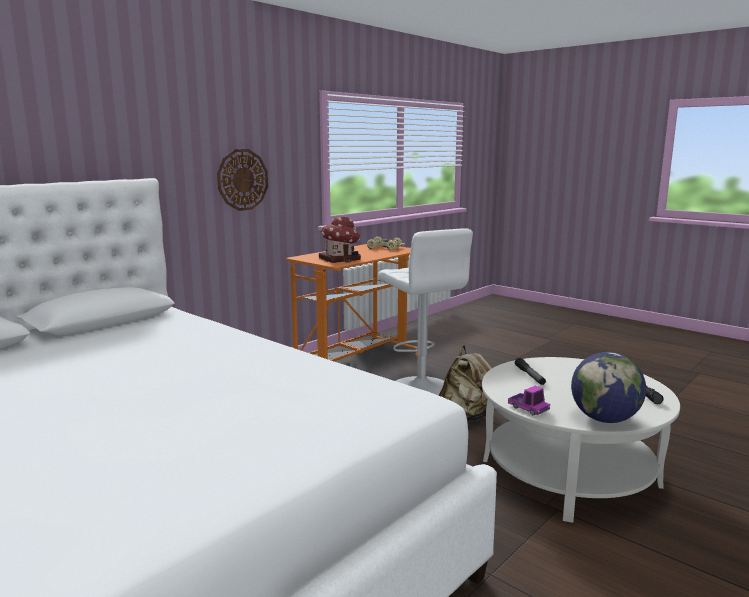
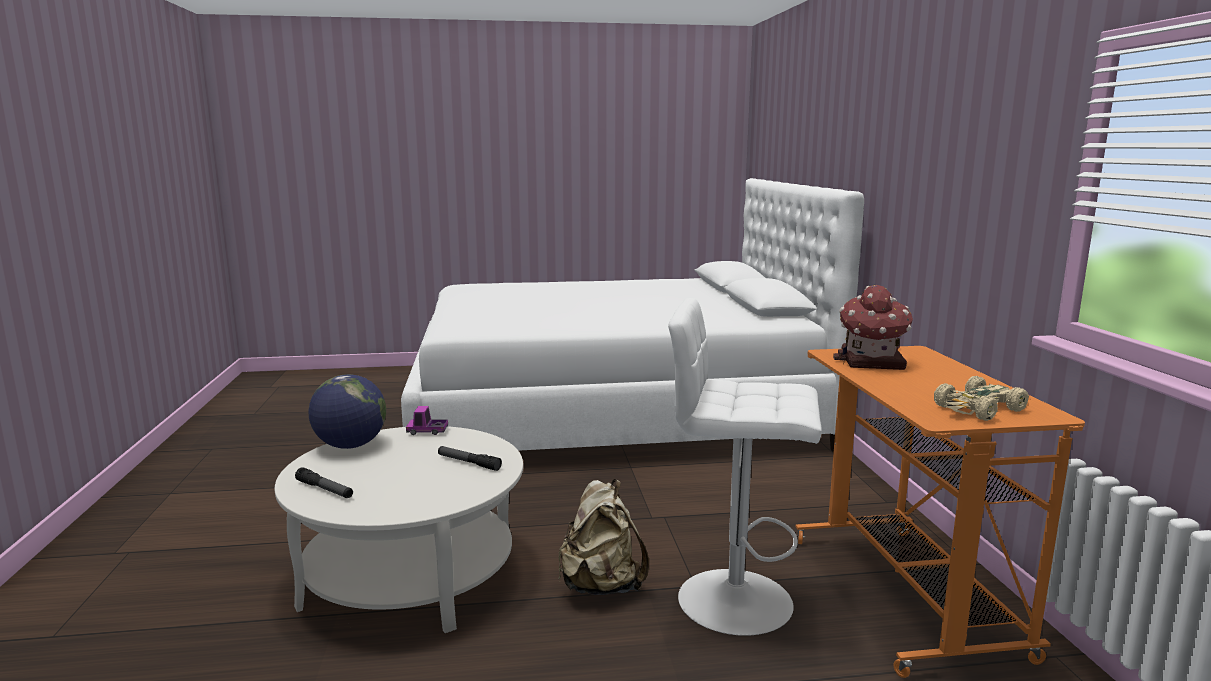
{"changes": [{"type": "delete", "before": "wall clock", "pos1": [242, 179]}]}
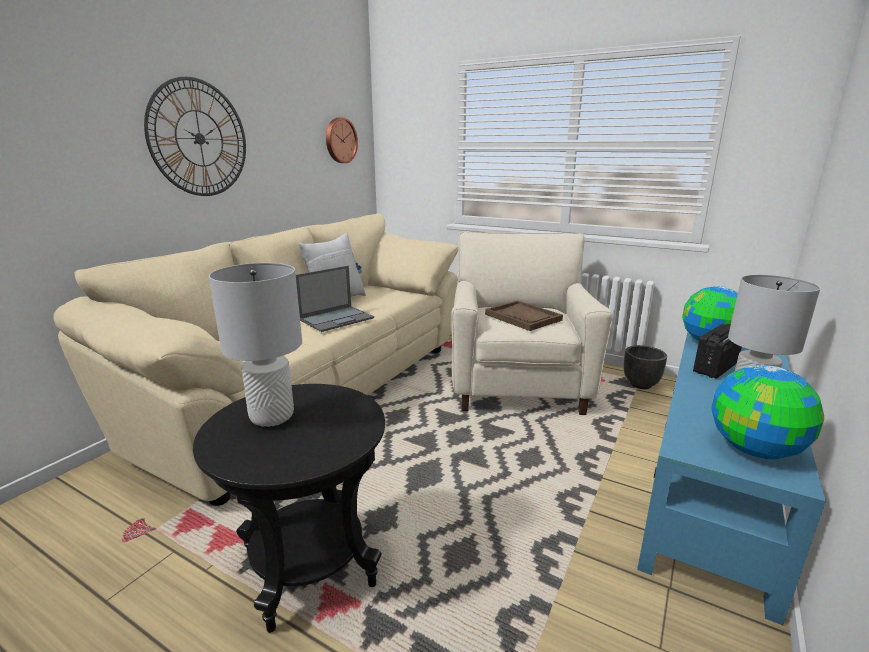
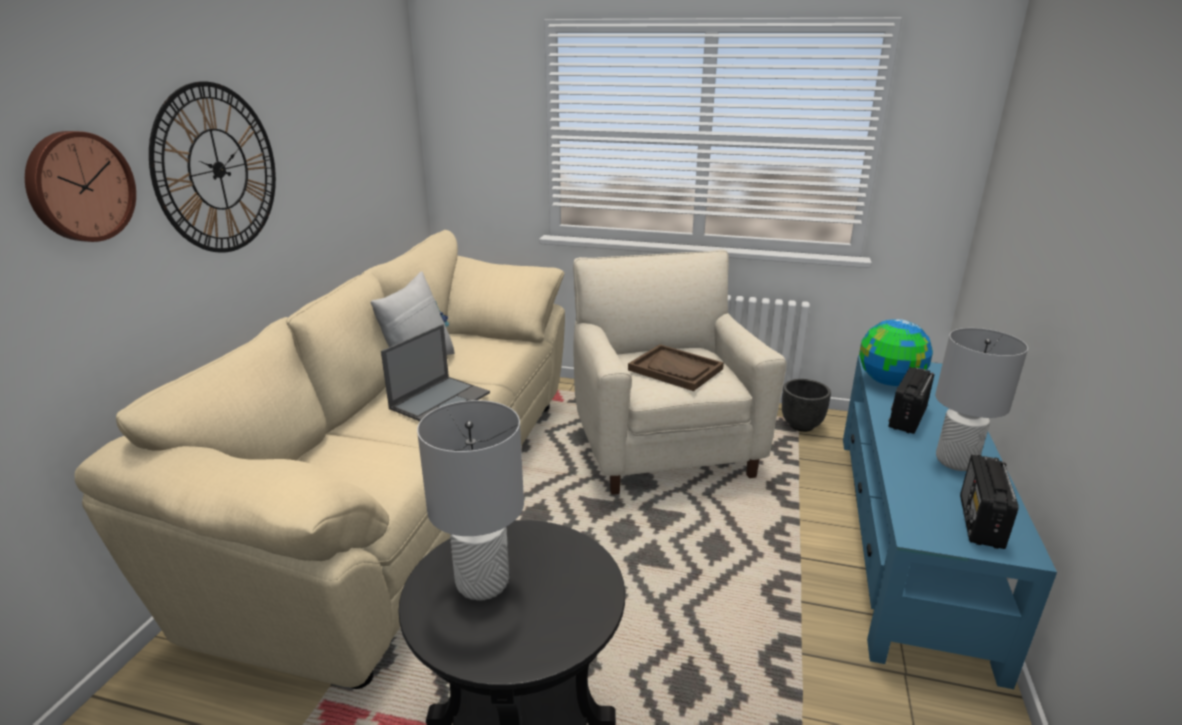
{"changes": [{"type": "move", "before": "wall clock", "pos1": [340, 140], "pos2": [79, 187]}, {"type": "replace", "before": "globe", "after": "radio", "pos1": [755, 450], "pos2": [980, 522]}]}
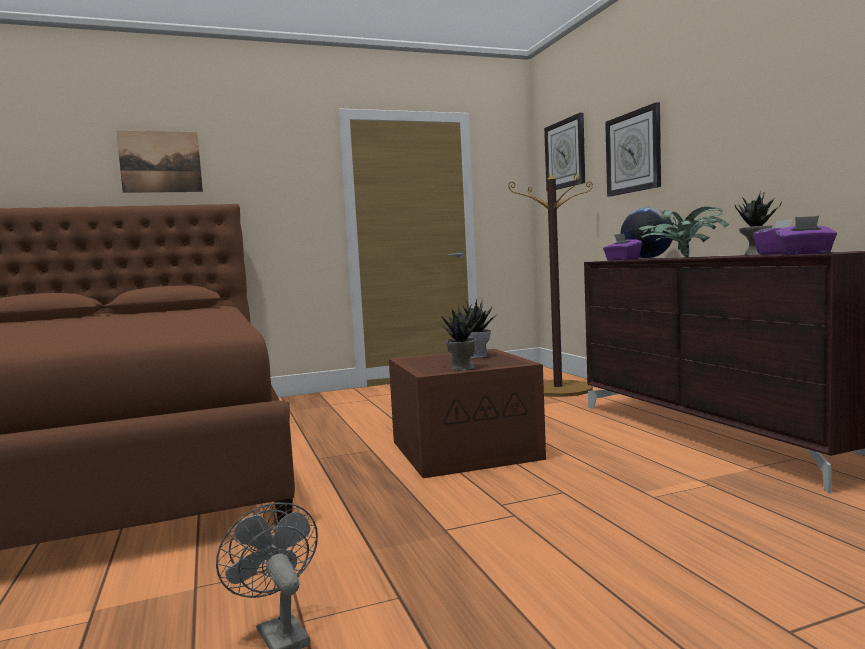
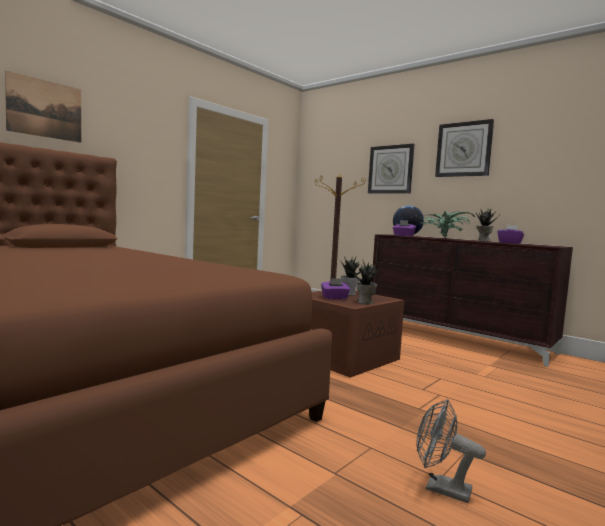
{"changes": [{"type": "move", "before": "wall clock", "pos1": [565, 154], "pos2": [463, 149]}, {"type": "move", "before": "purple-coloured tissue box", "pos1": [805, 254], "pos2": [335, 298]}]}
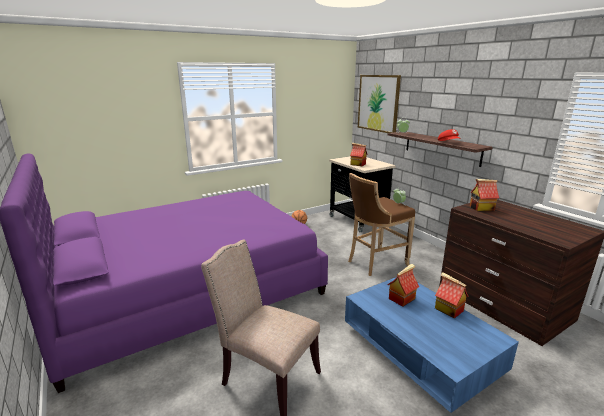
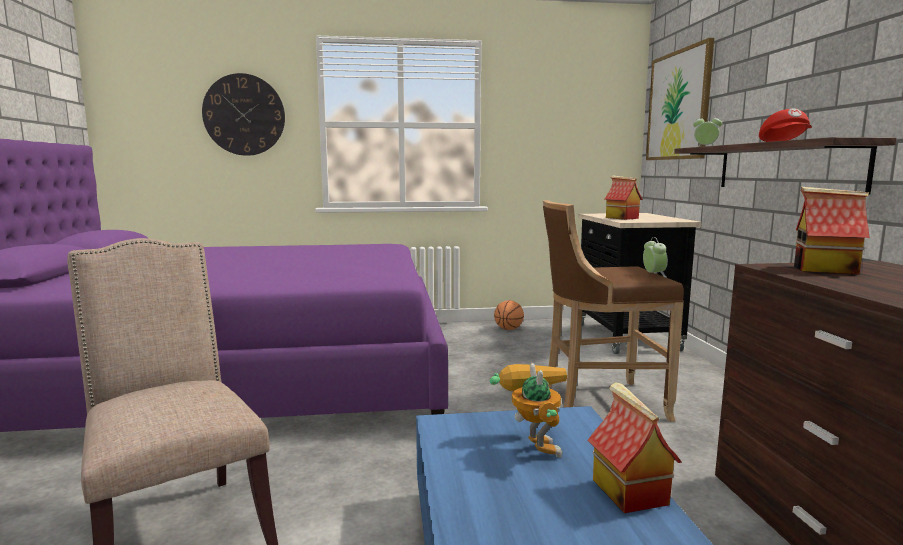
{"changes": [{"type": "insert", "after": "wall clock", "pos2": [244, 115]}, {"type": "replace", "before": "toy house", "after": "robot figure", "pos1": [401, 298], "pos2": [531, 444]}]}
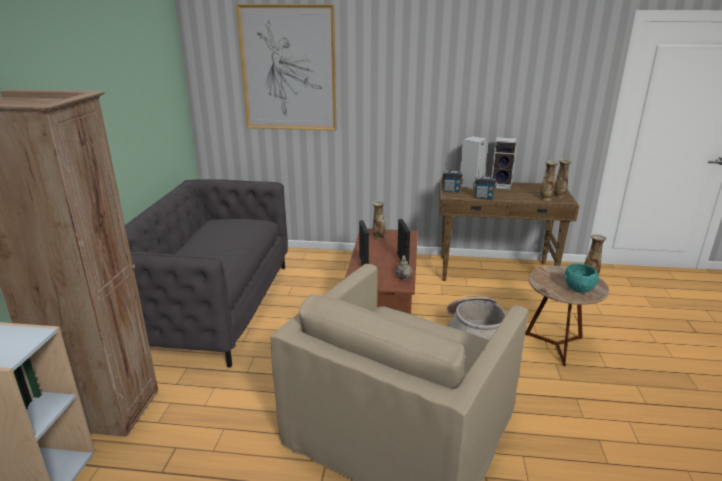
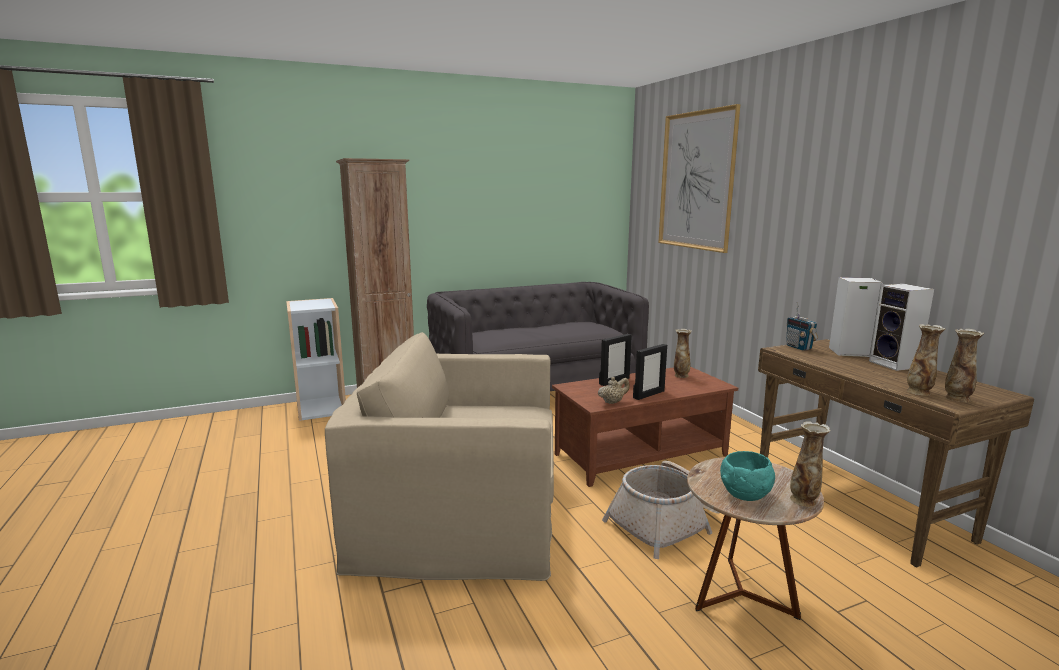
{"changes": [{"type": "delete", "before": "radio", "pos1": [483, 197]}]}
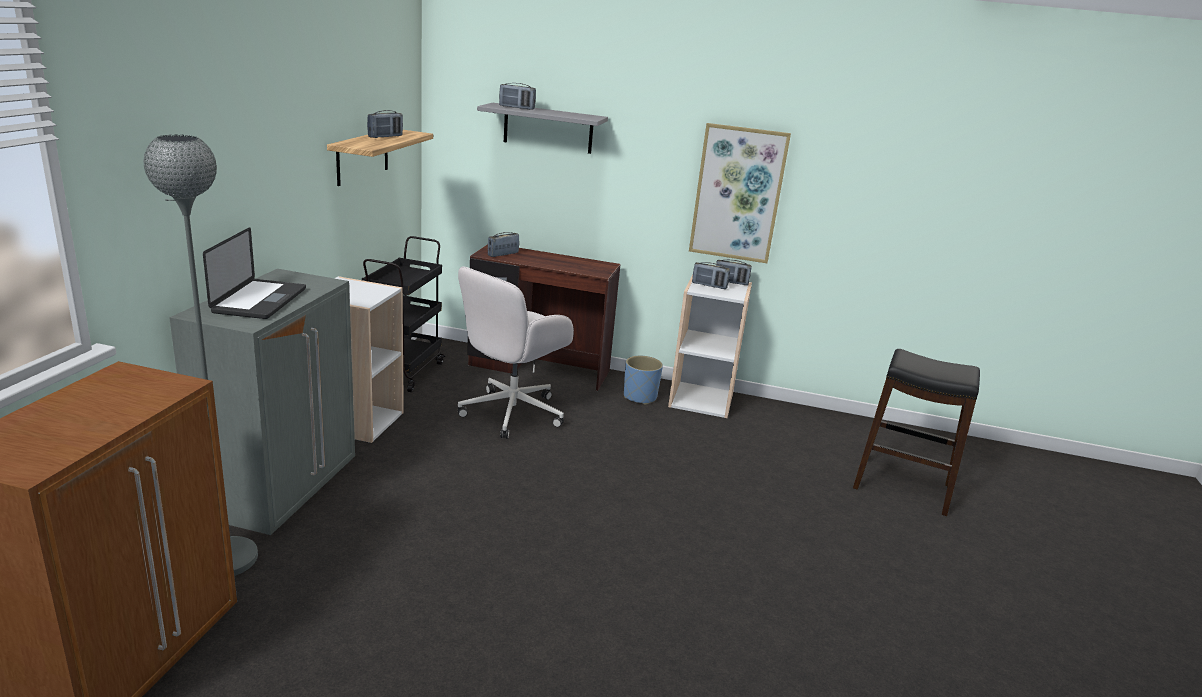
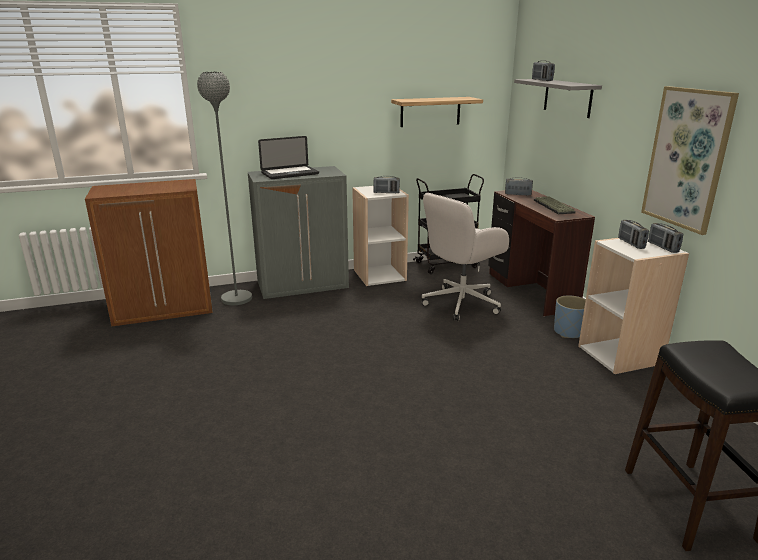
{"changes": [{"type": "insert", "after": "keyboard", "pos2": [554, 206]}, {"type": "move", "before": "radio", "pos1": [385, 137], "pos2": [386, 192]}, {"type": "rotate", "before": "whitish computer chair", "pos1": [512, 413], "pos2": [461, 304], "turn": -45}]}
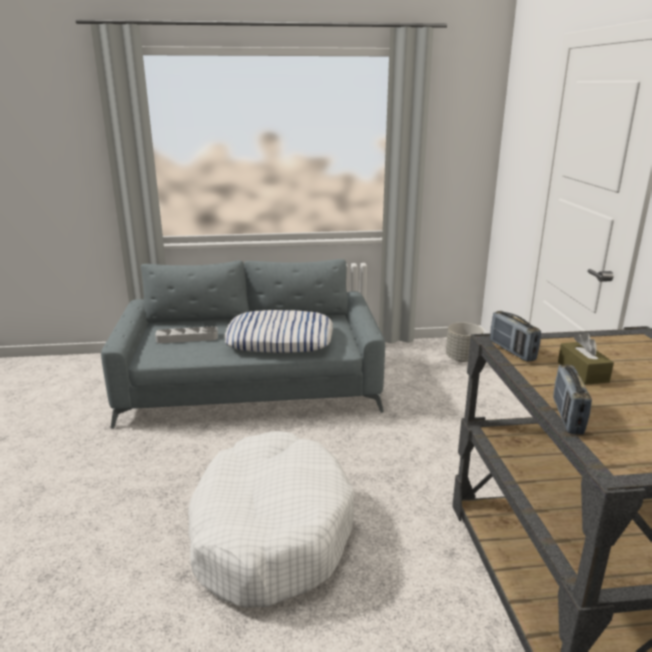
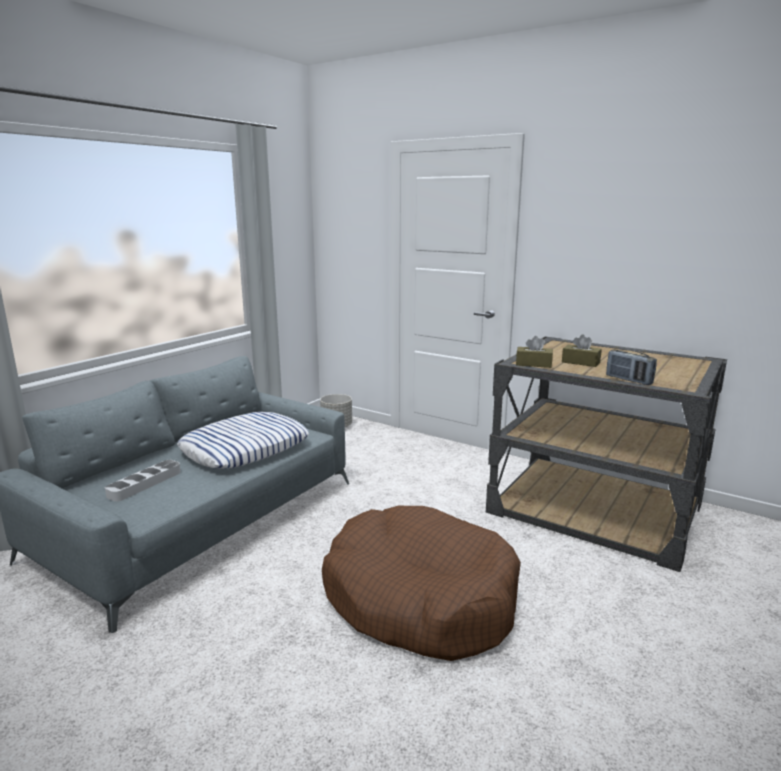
{"changes": [{"type": "replace", "before": "radio", "after": "brown tissue box", "pos1": [512, 351], "pos2": [533, 364]}, {"type": "recolor", "before": "whitish dog cushion", "after": "brown dog cushion", "pos1": [269, 531], "pos2": [420, 598]}]}
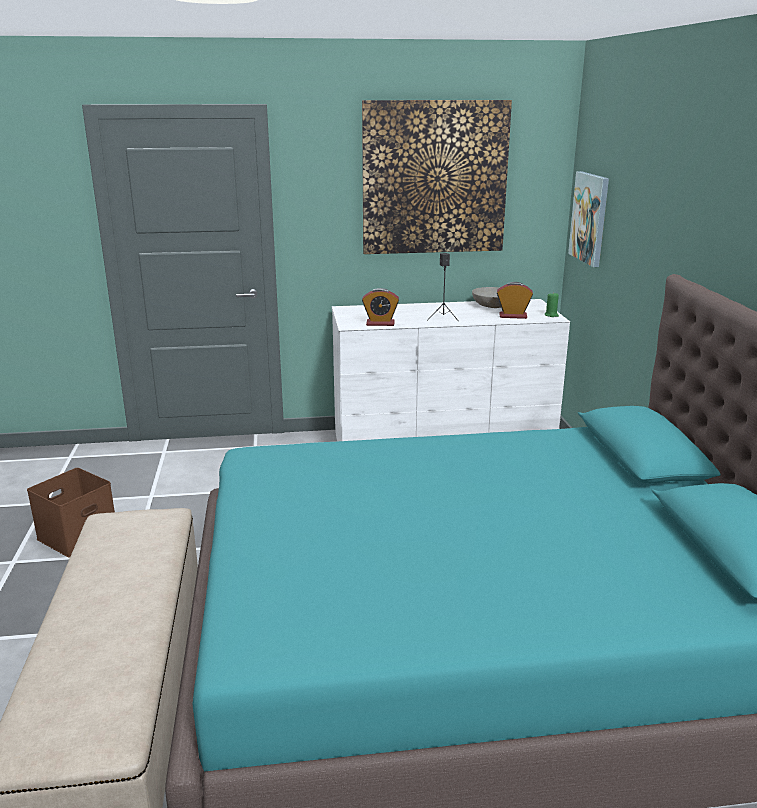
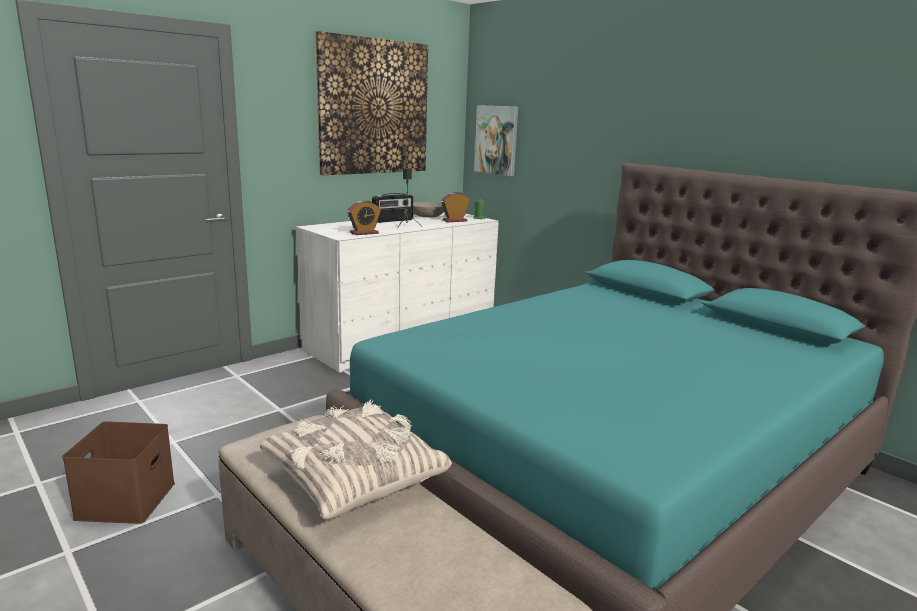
{"changes": [{"type": "insert", "after": "beige-coloured cushion", "pos2": [355, 481]}, {"type": "insert", "after": "radio", "pos2": [393, 220]}]}
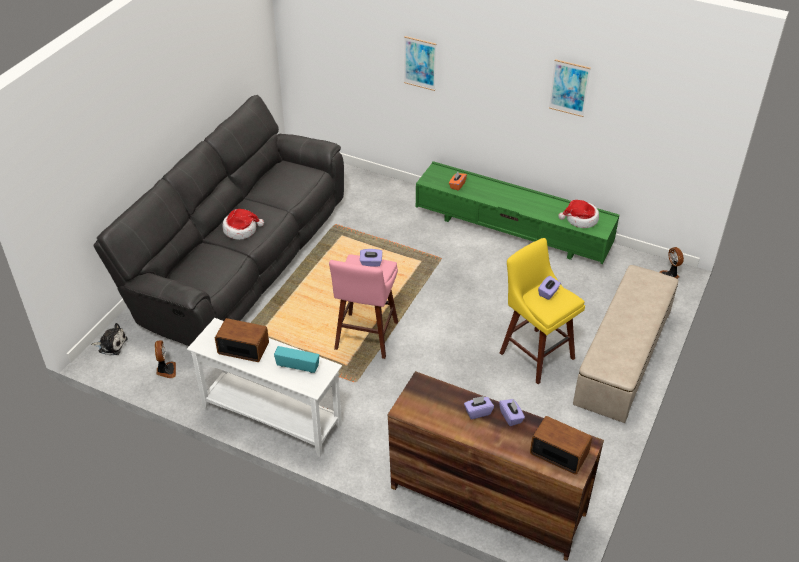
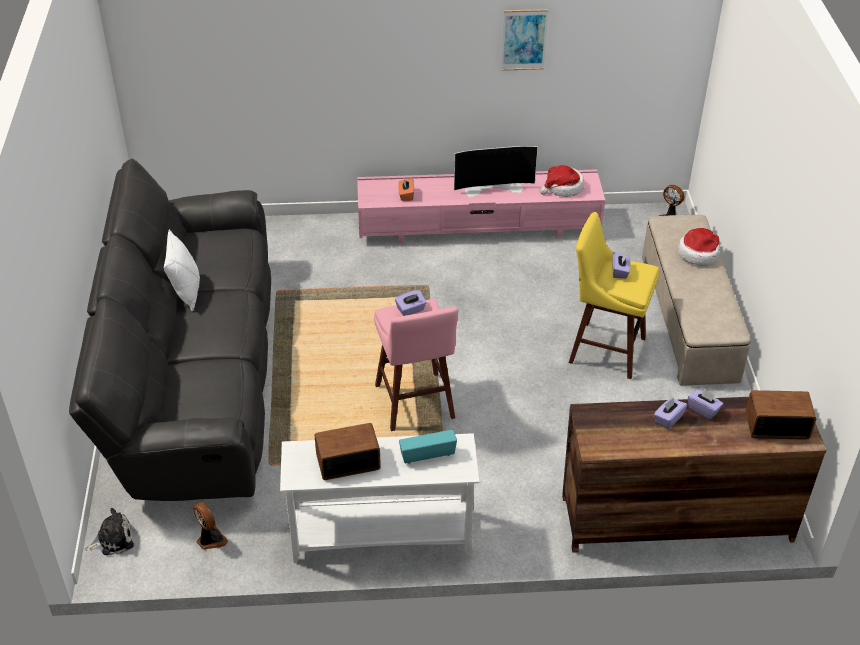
{"changes": [{"type": "delete", "before": "picture", "pos1": [420, 63]}, {"type": "insert", "after": "whitish cushion", "pos2": [186, 291]}, {"type": "insert", "after": "TV set", "pos2": [493, 187]}, {"type": "move", "before": "clothing hat", "pos1": [241, 230], "pos2": [698, 253]}, {"type": "recolor", "before": "green-coloured tv unit", "after": "pinkish tv unit", "pos1": [512, 229], "pos2": [478, 226]}]}
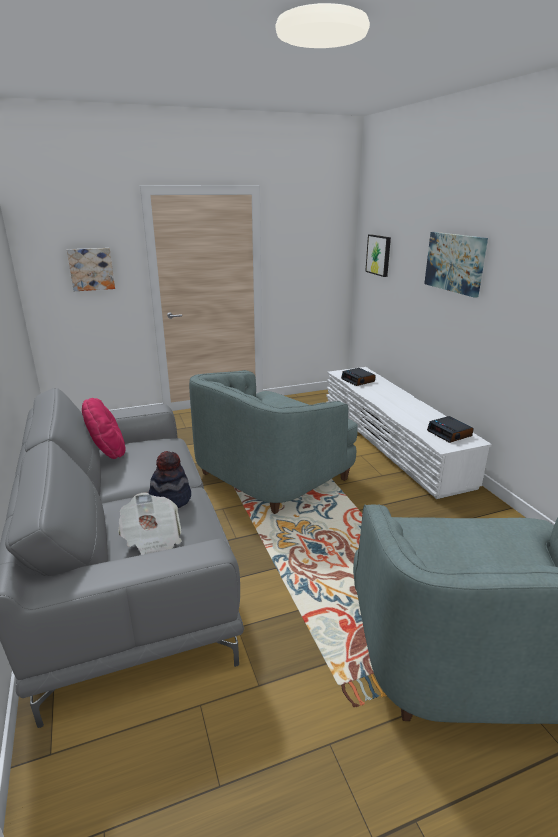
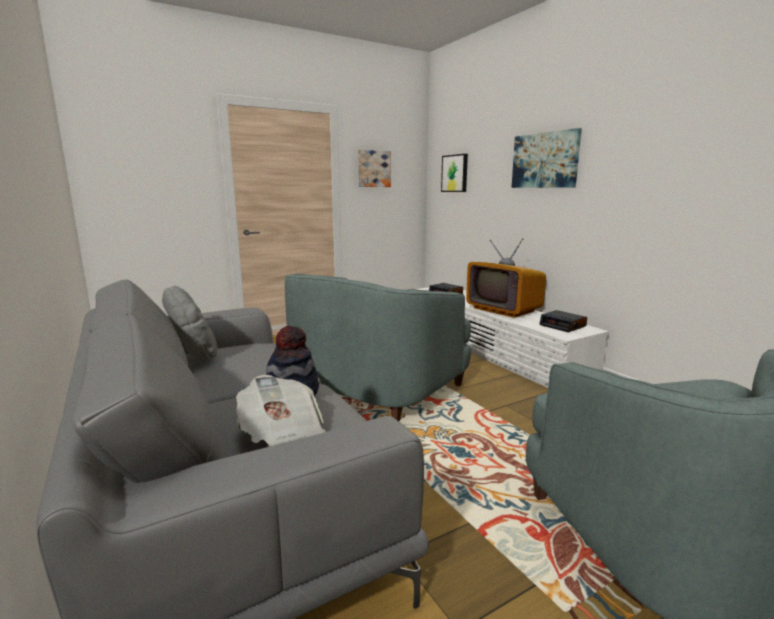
{"changes": [{"type": "insert", "after": "TV set", "pos2": [503, 310]}, {"type": "move", "before": "picture", "pos1": [91, 269], "pos2": [373, 169]}, {"type": "recolor", "before": "pinkish cushion", "after": "gray cushion", "pos1": [108, 454], "pos2": [193, 358]}]}
